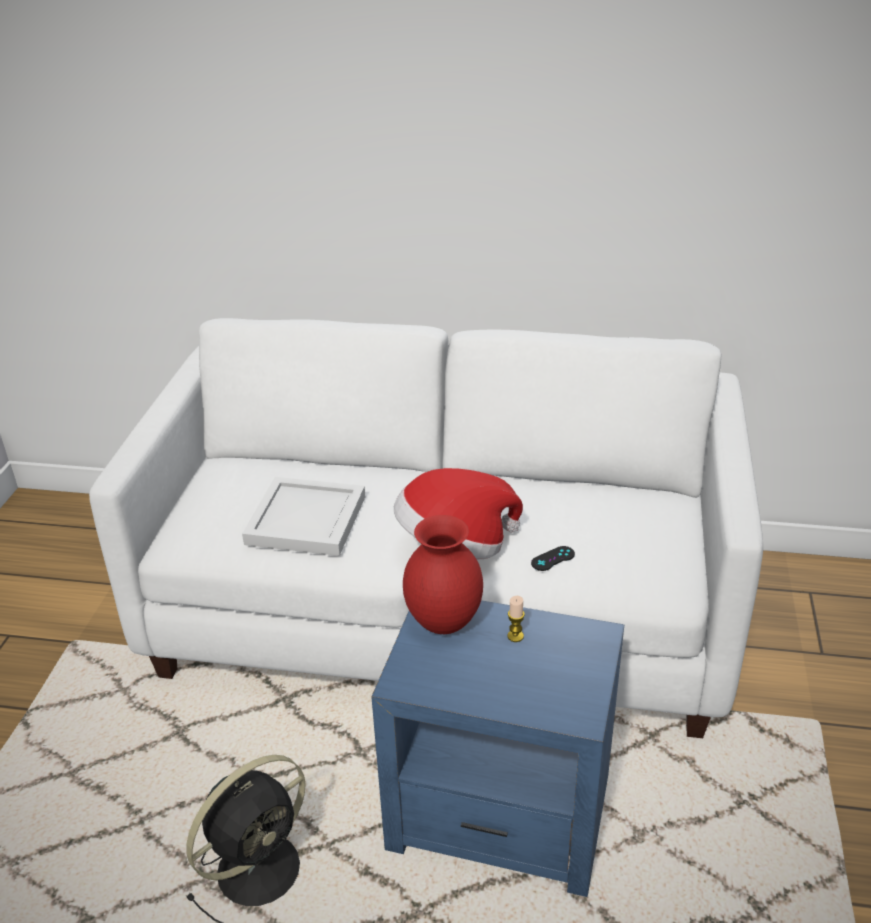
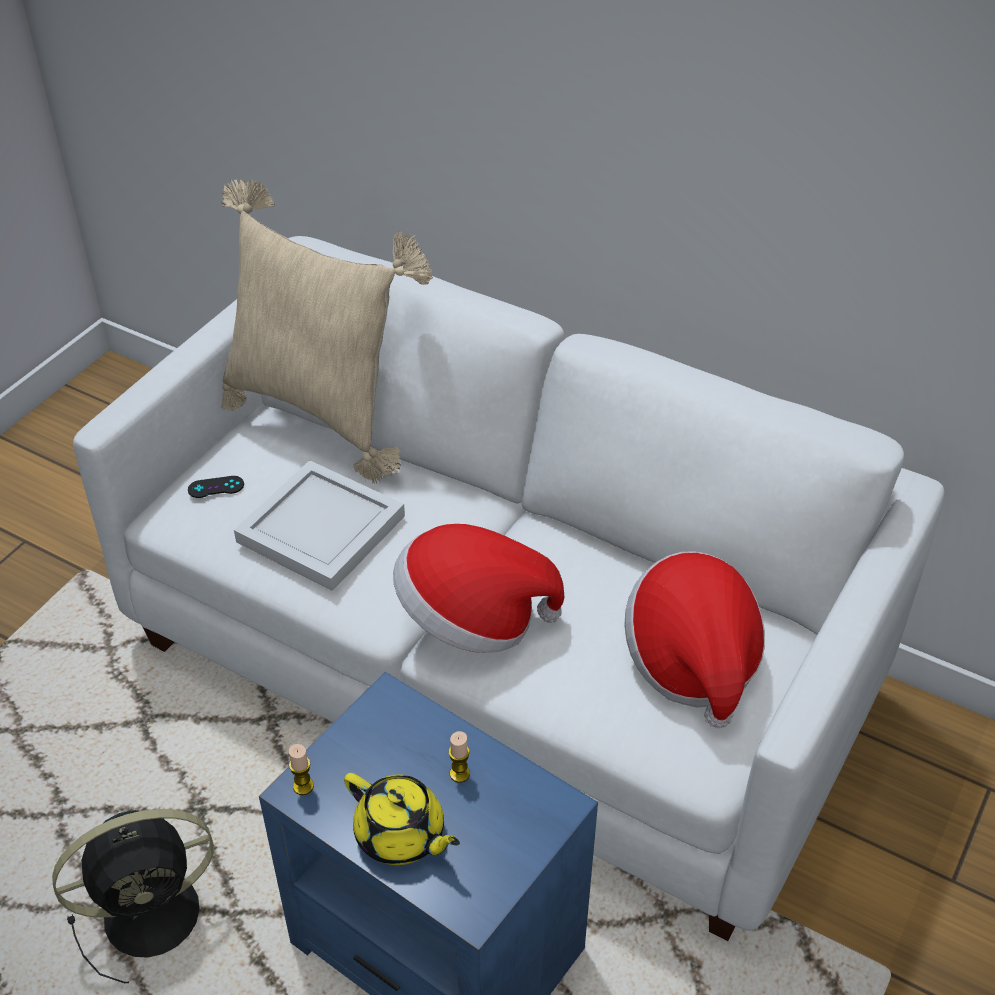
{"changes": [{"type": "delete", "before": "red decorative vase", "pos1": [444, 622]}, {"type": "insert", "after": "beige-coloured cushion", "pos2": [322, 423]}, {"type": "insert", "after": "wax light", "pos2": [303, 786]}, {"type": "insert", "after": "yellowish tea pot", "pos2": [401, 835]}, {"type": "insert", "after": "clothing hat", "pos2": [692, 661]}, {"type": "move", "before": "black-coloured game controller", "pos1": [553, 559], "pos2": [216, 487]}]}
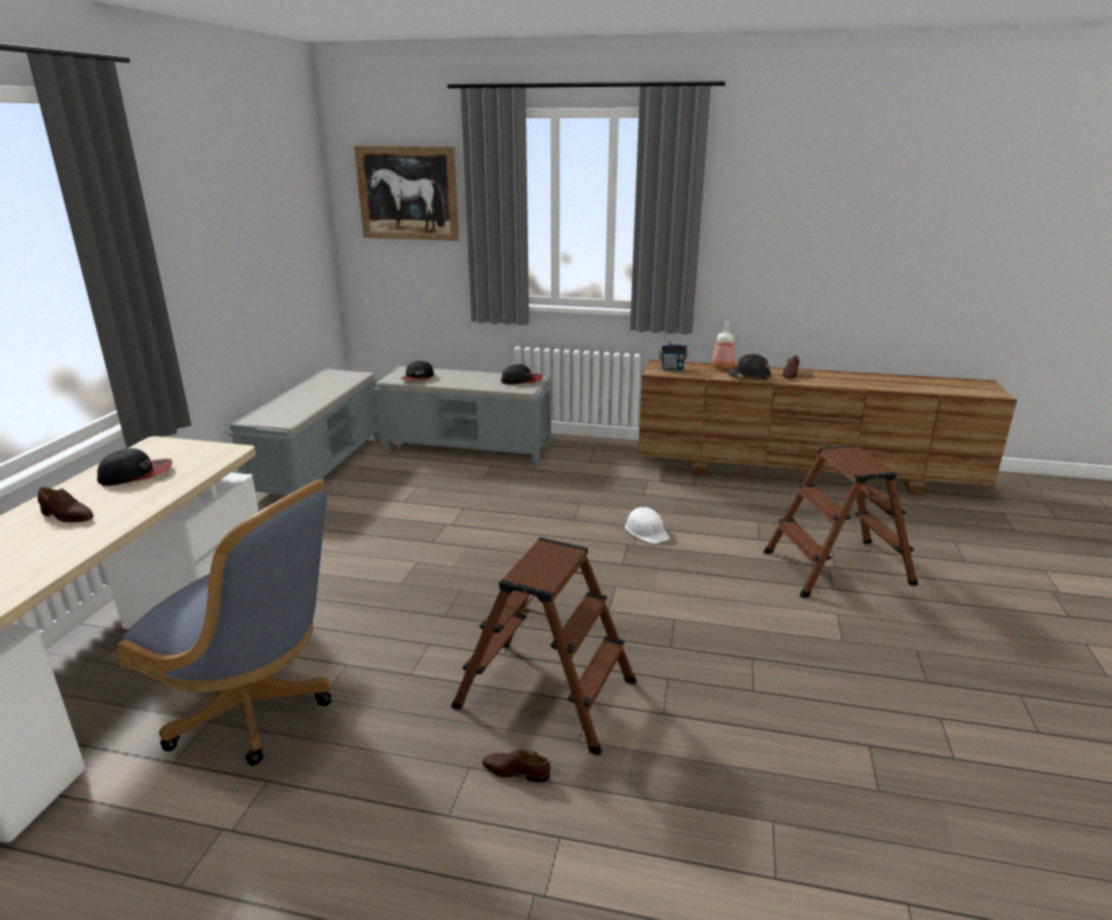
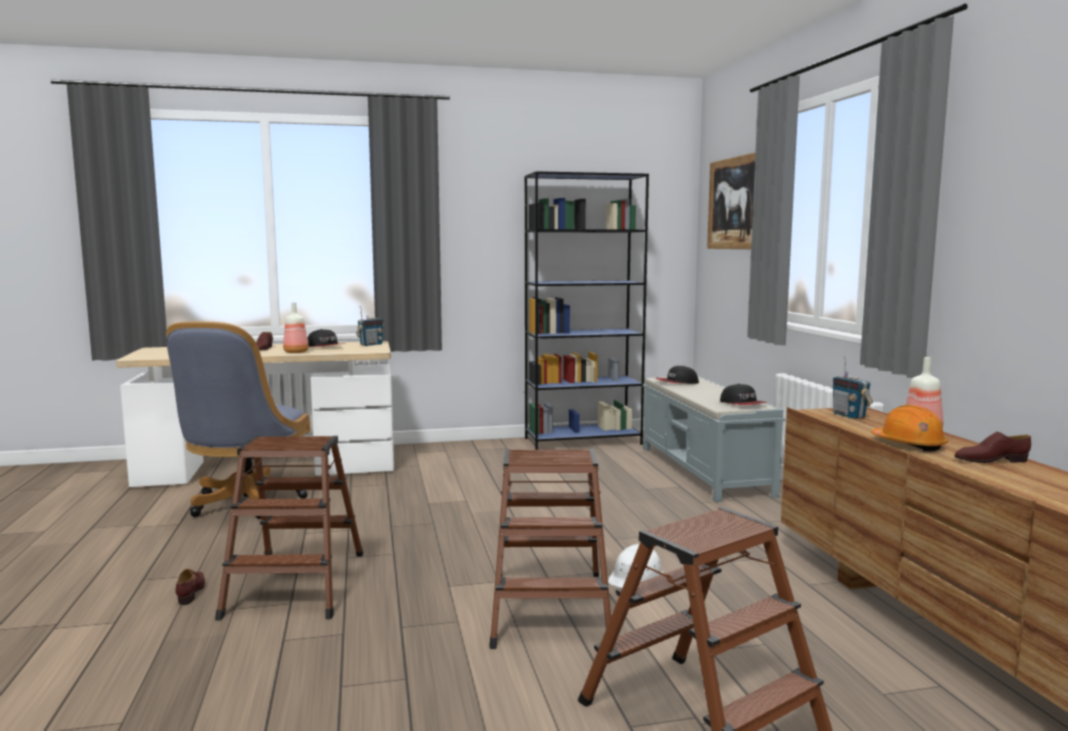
{"changes": [{"type": "insert", "after": "drink bottle", "pos2": [295, 352]}, {"type": "insert", "after": "radio", "pos2": [371, 345]}, {"type": "insert", "after": "brown step stool", "pos2": [549, 607]}, {"type": "replace", "before": "gray long seat", "after": "bluish shelving unit", "pos1": [319, 466], "pos2": [583, 441]}, {"type": "recolor", "before": "black-coloured hard hat", "after": "orangey hard hat", "pos1": [749, 378], "pos2": [909, 444]}]}
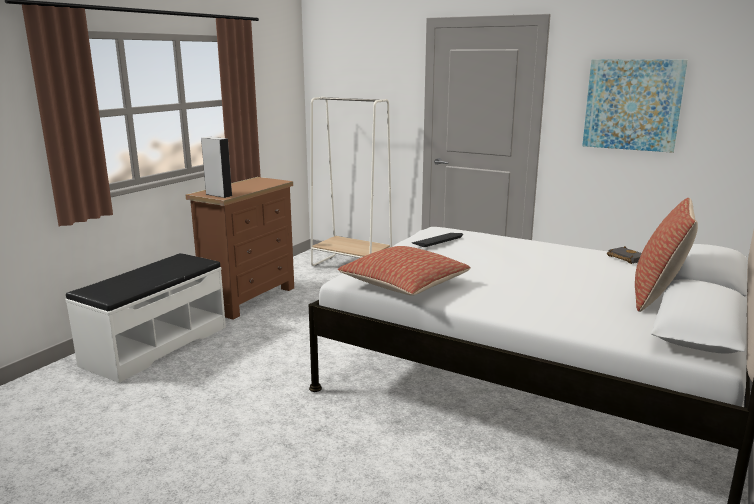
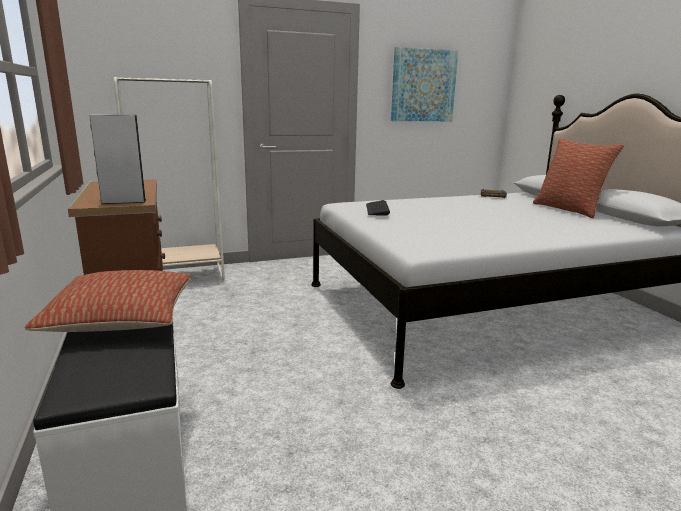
{"changes": [{"type": "move", "before": "cushion", "pos1": [404, 284], "pos2": [122, 319]}]}
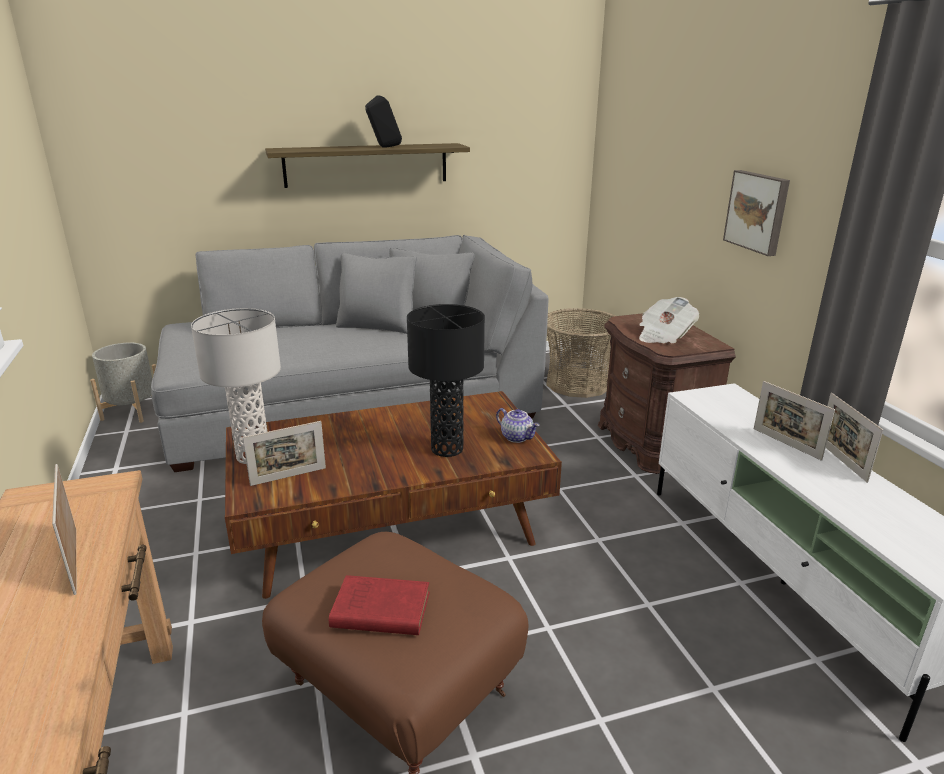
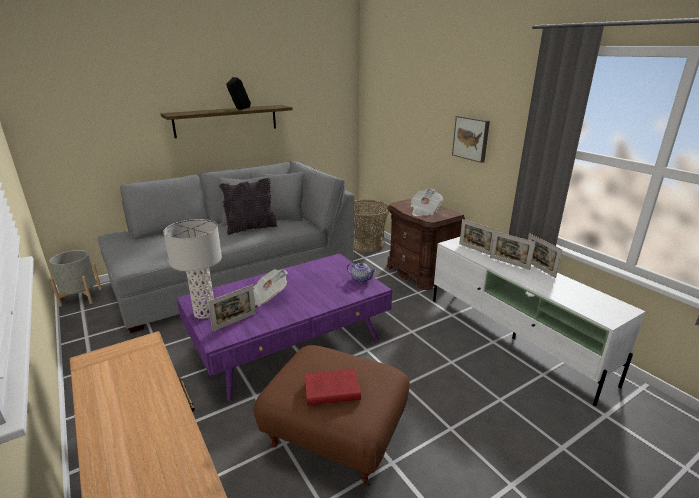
{"changes": [{"type": "delete", "before": "black-coloured lamp for a table", "pos1": [447, 449]}, {"type": "insert", "after": "black-coloured cushion", "pos2": [251, 228]}, {"type": "insert", "after": "daily paper", "pos2": [266, 297]}, {"type": "move", "before": "photo frame", "pos1": [75, 560], "pos2": [475, 250]}, {"type": "recolor", "before": "brown low table", "after": "purple-coloured low table", "pos1": [391, 524], "pos2": [290, 342]}]}
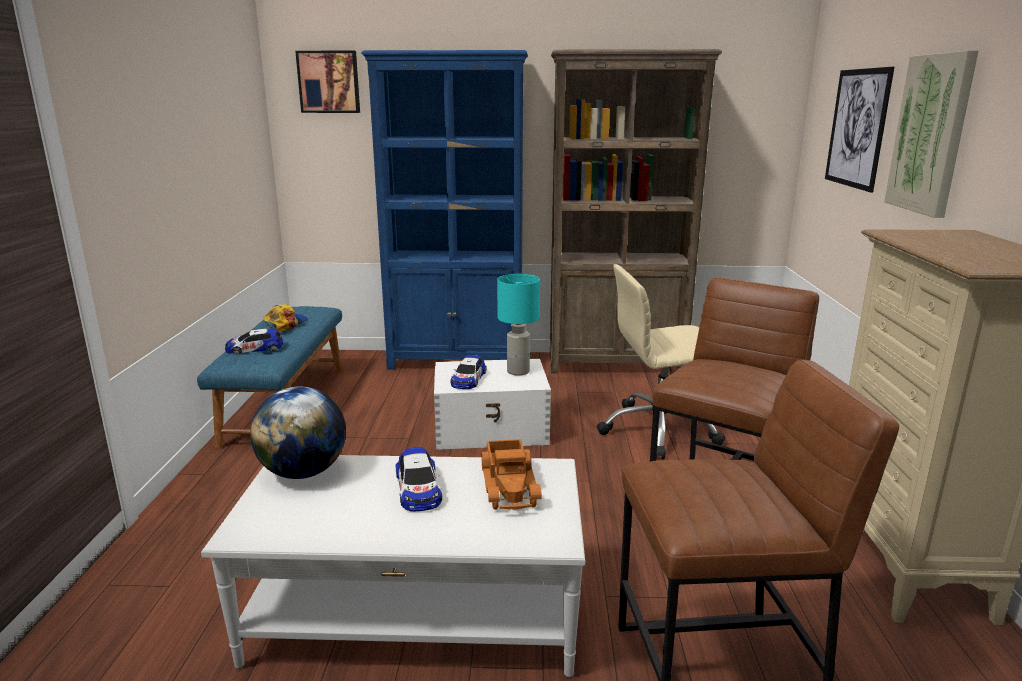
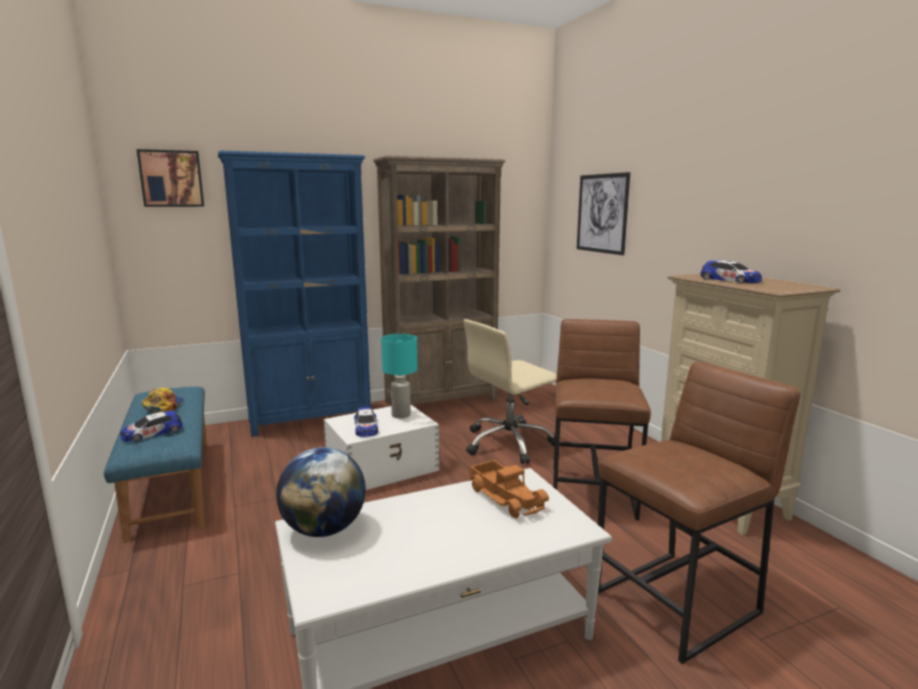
{"changes": [{"type": "delete", "before": "picture", "pos1": [931, 134]}, {"type": "move", "before": "model car", "pos1": [418, 489], "pos2": [730, 280]}]}
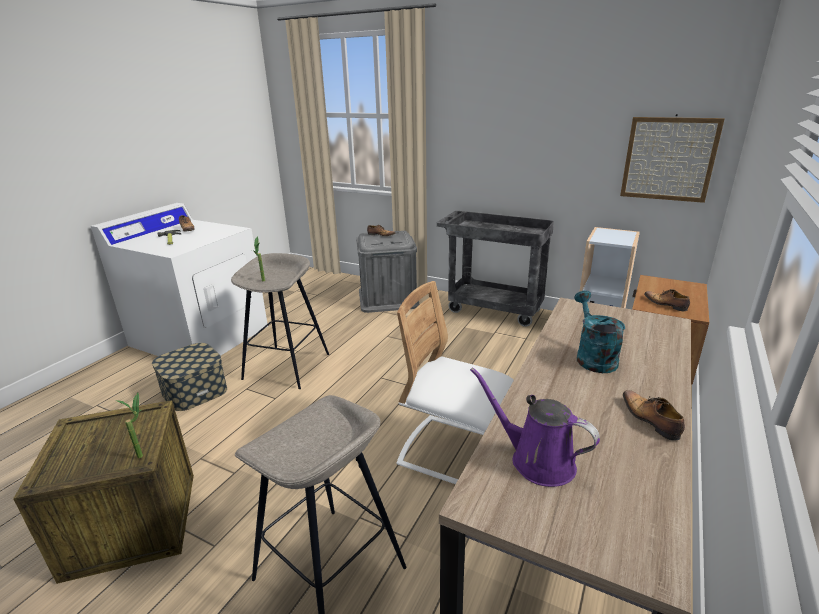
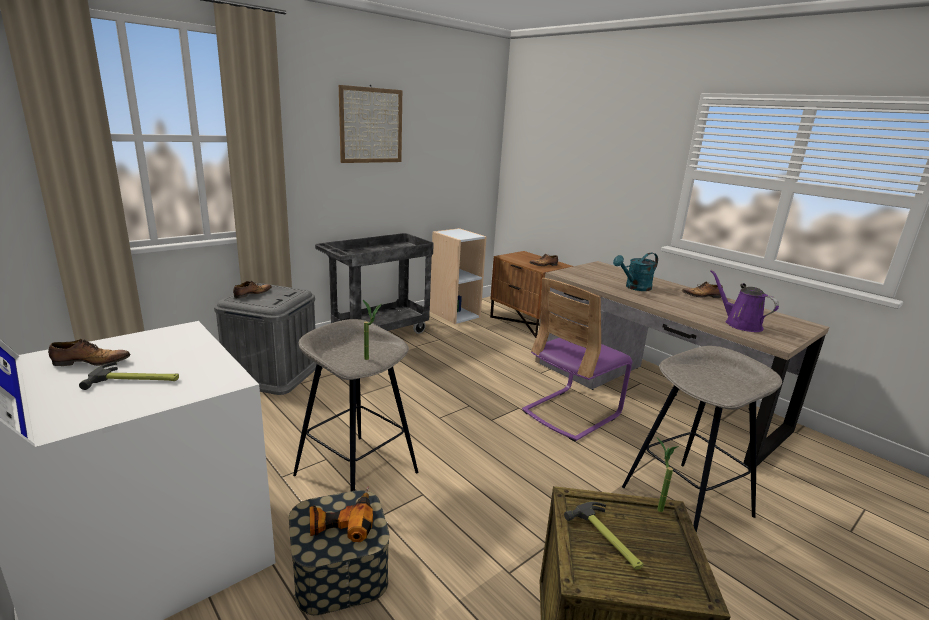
{"changes": [{"type": "insert", "after": "drill", "pos2": [341, 521]}, {"type": "insert", "after": "tool hammer", "pos2": [607, 539]}, {"type": "move", "before": "picture", "pos1": [669, 158], "pos2": [371, 124]}, {"type": "recolor", "before": "whitish plain chair", "after": "purple-coloured plain chair", "pos1": [454, 452], "pos2": [571, 413]}, {"type": "rotate", "before": "purple-coloured watering can", "pos1": [536, 460], "pos2": [740, 324], "turn": 90}, {"type": "rotate", "before": "turquoise-coloured watering can", "pos1": [593, 357], "pos2": [634, 287], "turn": -45}]}
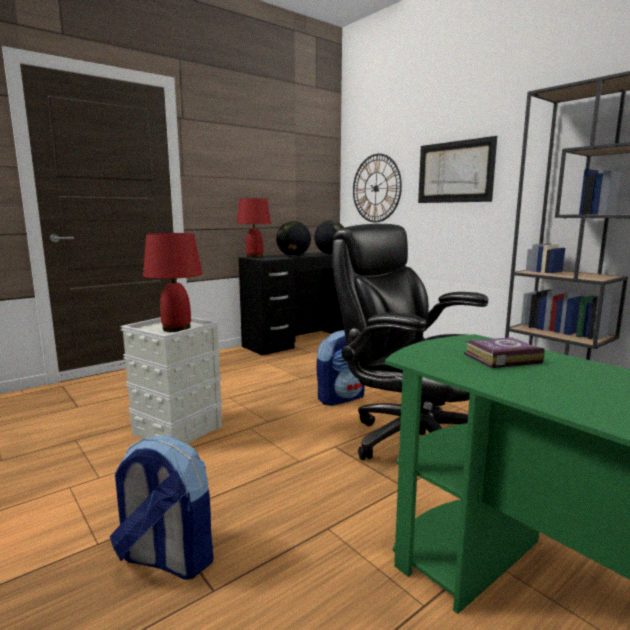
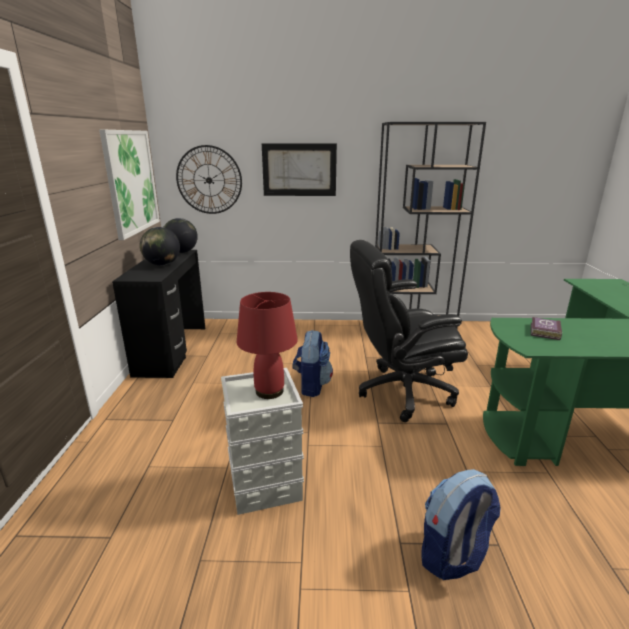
{"changes": [{"type": "delete", "before": "red lamp for a table", "pos1": [255, 257]}, {"type": "insert", "after": "picture", "pos2": [131, 182]}]}
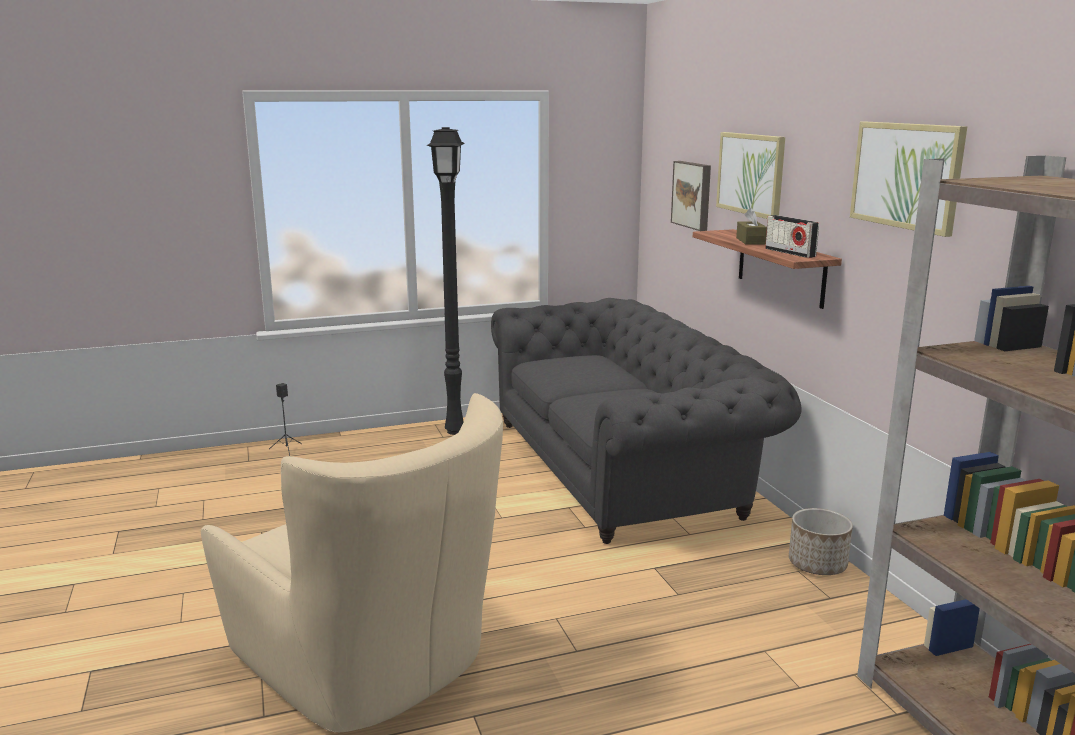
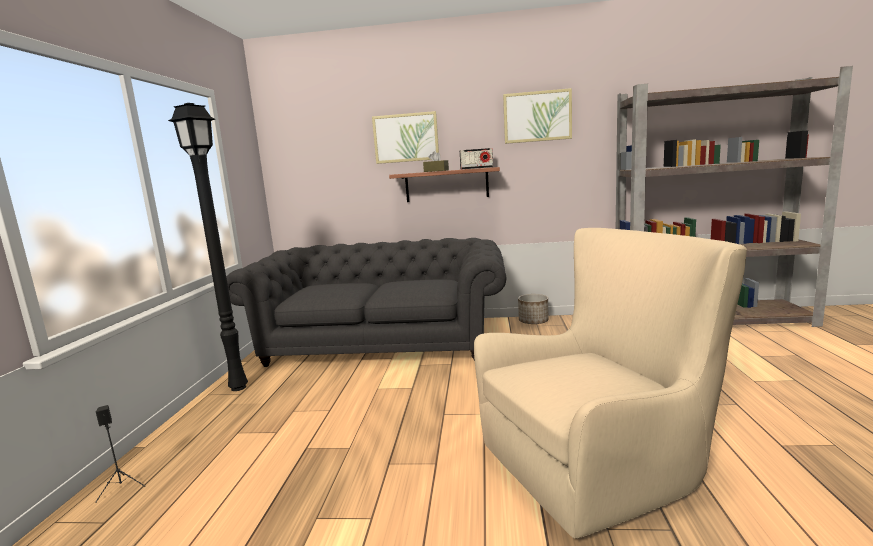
{"changes": [{"type": "delete", "before": "picture", "pos1": [693, 195]}]}
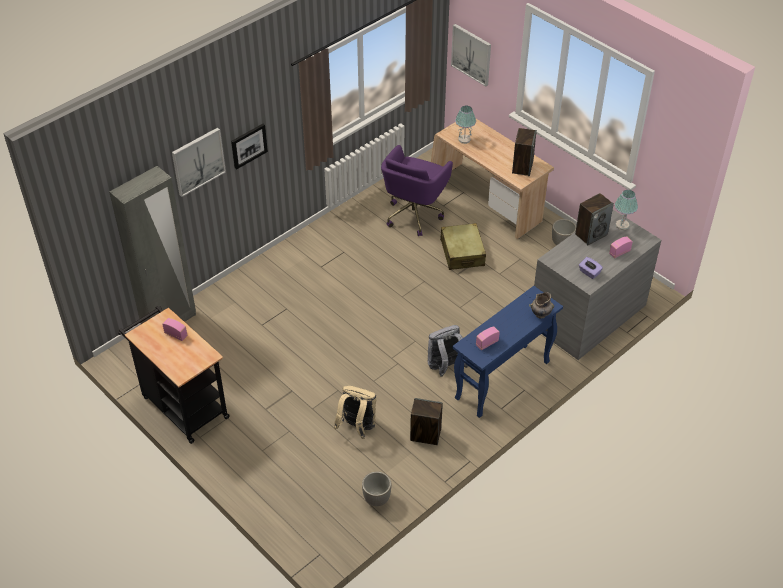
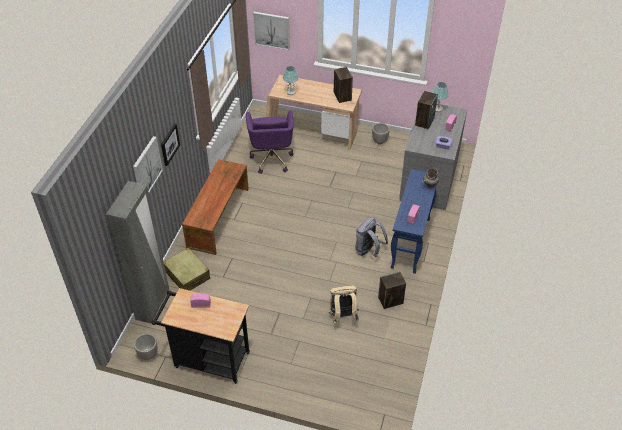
{"changes": [{"type": "insert", "after": "brown long seat", "pos2": [218, 216]}, {"type": "move", "before": "planter", "pos1": [376, 499], "pos2": [148, 354]}, {"type": "move", "before": "beige-coloured piece of luggage", "pos1": [462, 253], "pos2": [187, 275]}]}
